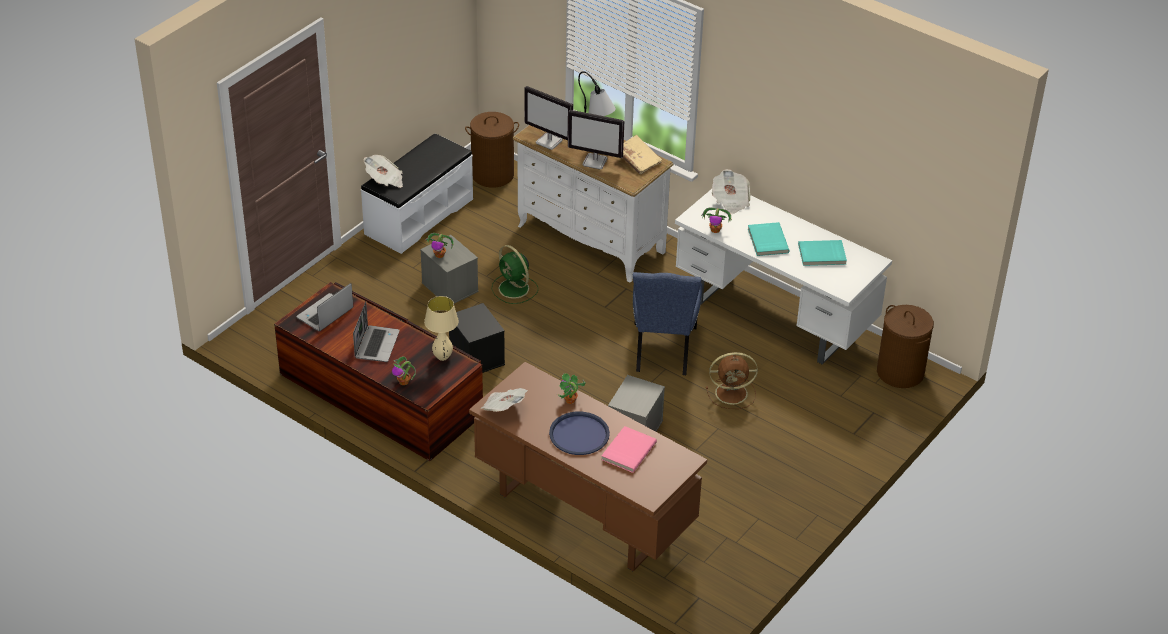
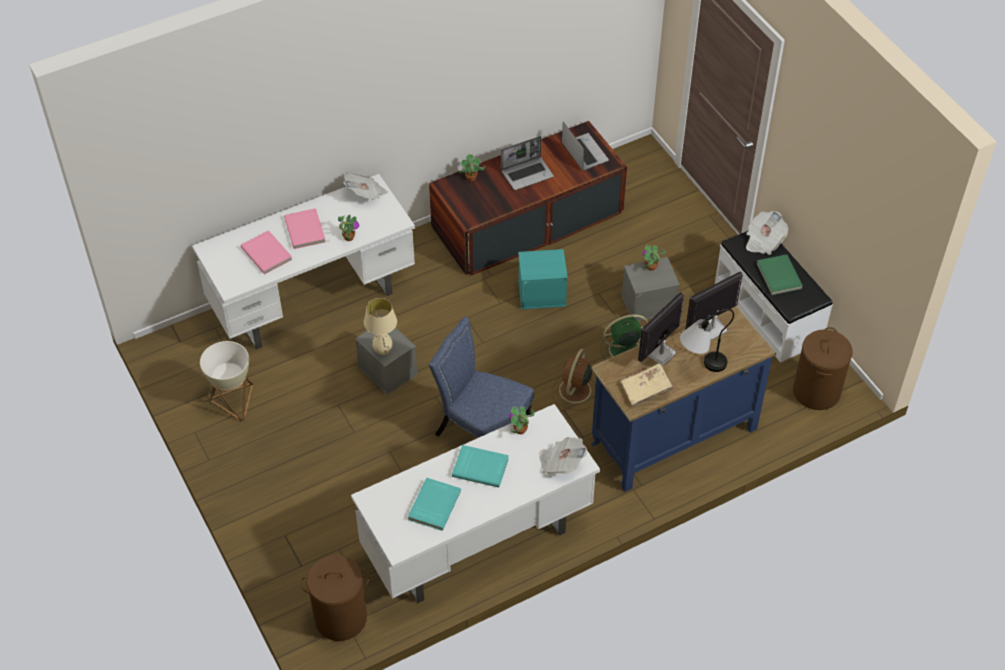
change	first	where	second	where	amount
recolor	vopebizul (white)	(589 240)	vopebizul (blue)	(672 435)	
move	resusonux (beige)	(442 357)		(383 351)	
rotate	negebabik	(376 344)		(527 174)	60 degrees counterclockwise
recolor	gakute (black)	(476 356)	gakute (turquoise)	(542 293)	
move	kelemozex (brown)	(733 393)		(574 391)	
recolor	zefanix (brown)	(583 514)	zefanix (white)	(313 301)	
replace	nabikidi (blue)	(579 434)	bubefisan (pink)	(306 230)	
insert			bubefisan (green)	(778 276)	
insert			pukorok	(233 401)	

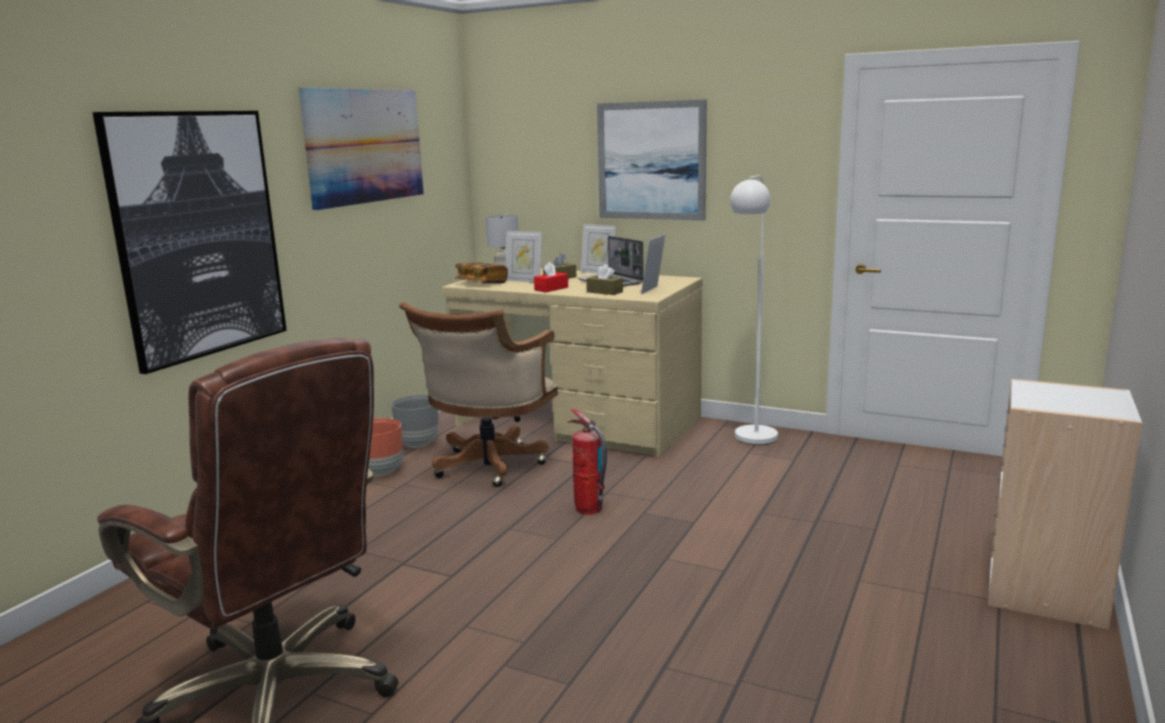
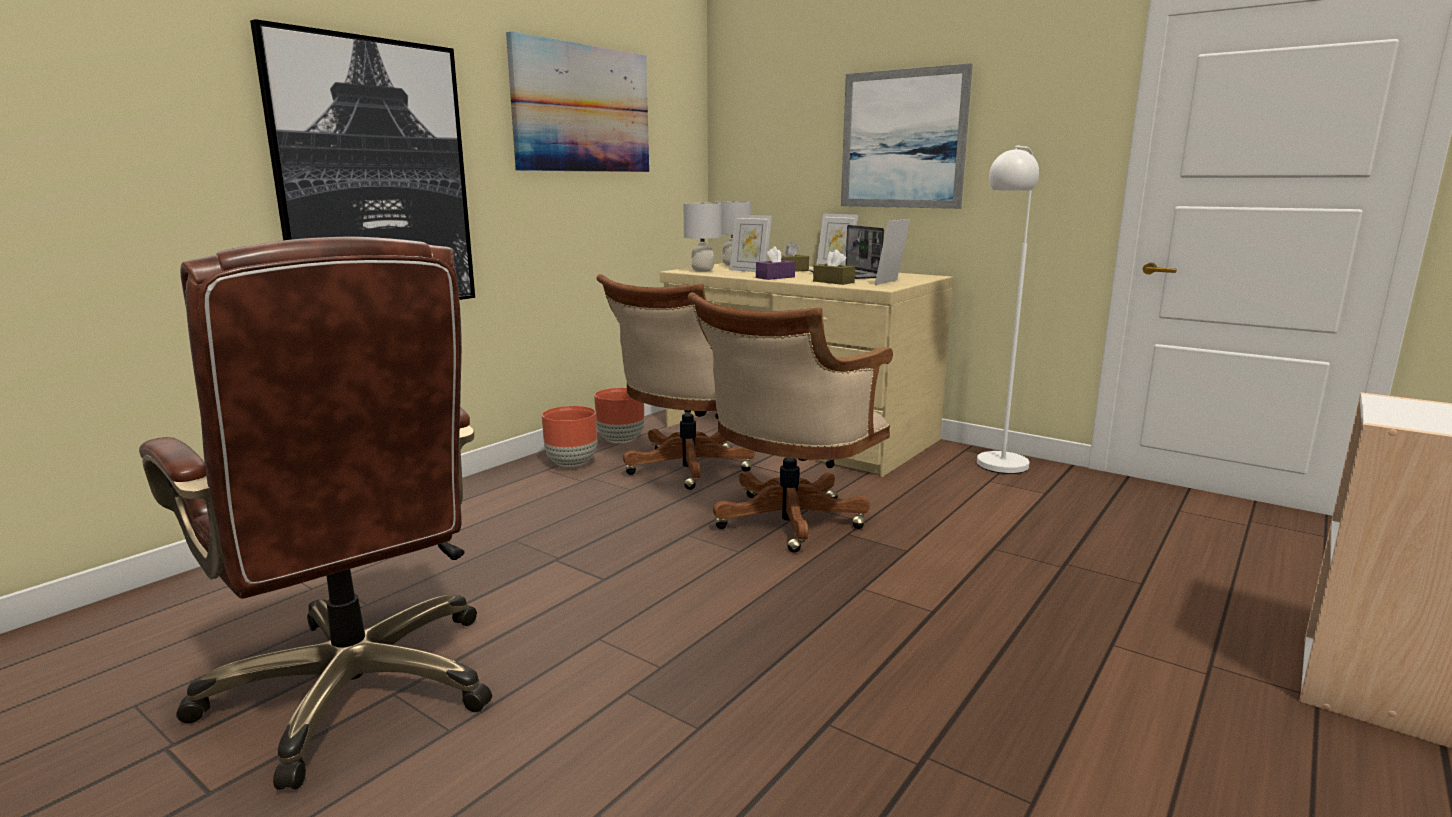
change	first	where	second	where	amount
replace	bubefisan	(481 284)	resusonux (grey)	(702 271)	
recolor	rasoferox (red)	(551 289)	rasoferox (purple)	(775 277)	
recolor	pukorok (grey)	(417 444)	pukorok (brown)	(620 440)	
replace	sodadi	(588 509)	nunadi	(785 523)	

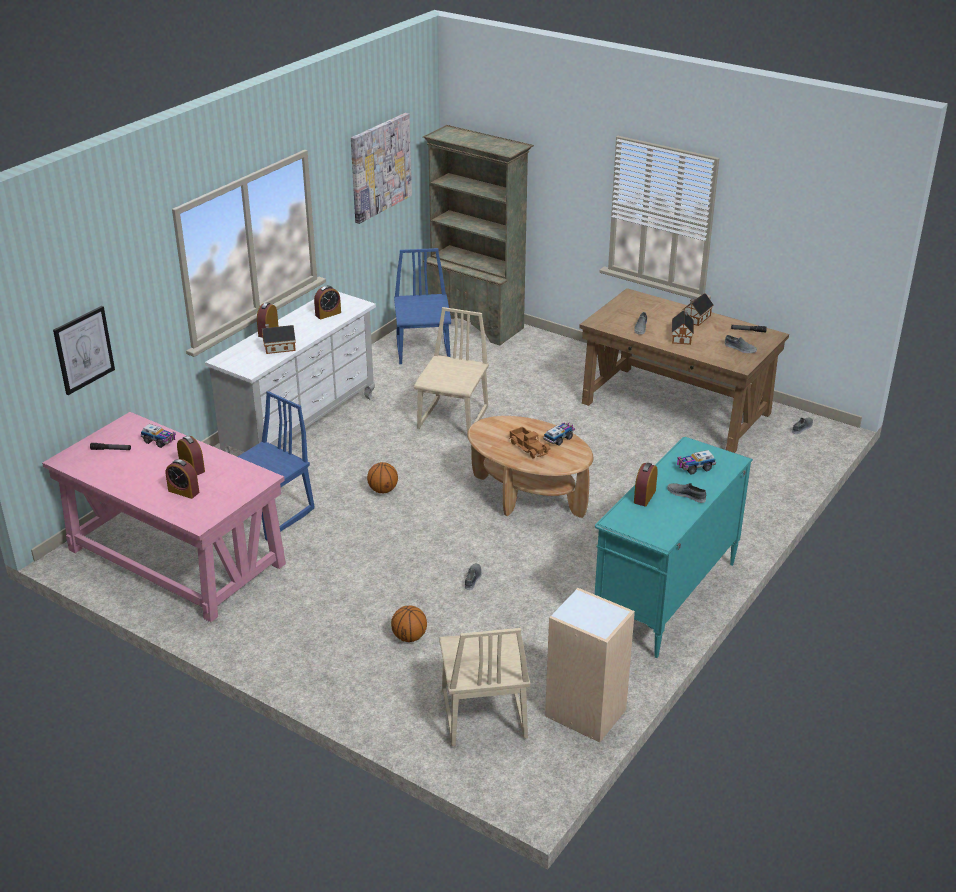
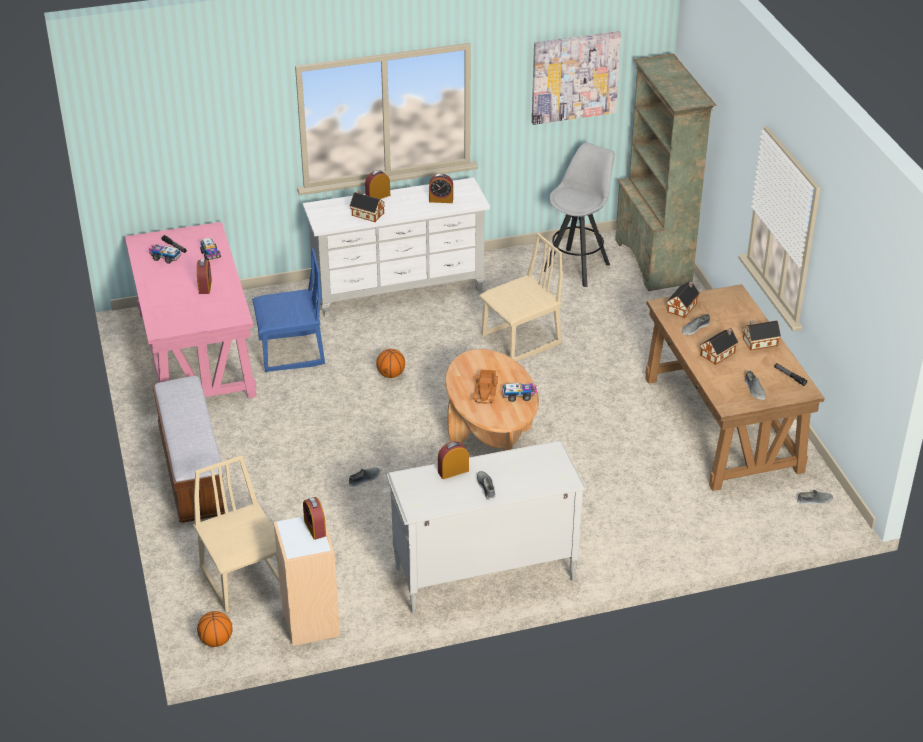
change	first	where	second	where	amount
replace	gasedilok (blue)	(424 350)	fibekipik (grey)	(578 266)	
delete	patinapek	(83 350)			
recolor	vopebizul (turquoise)	(665 597)	vopebizul (white)	(483 574)	
move	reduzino	(695 467)		(165 257)	
move	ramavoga	(183 491)		(315 528)	
move	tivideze	(409 637)		(216 641)	
rotate	gasedilok (beige)	(482 714)		(244 579)	120 degrees clockwise
insert			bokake	(683 307)	
insert			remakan	(192 470)	

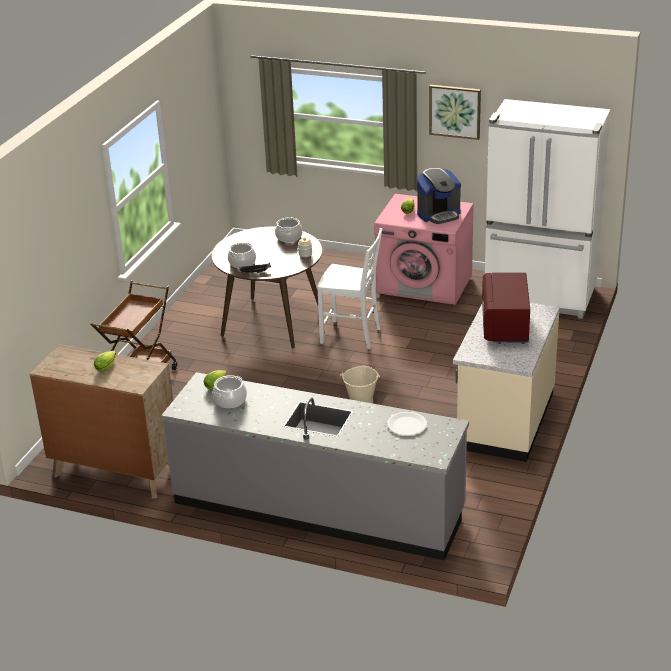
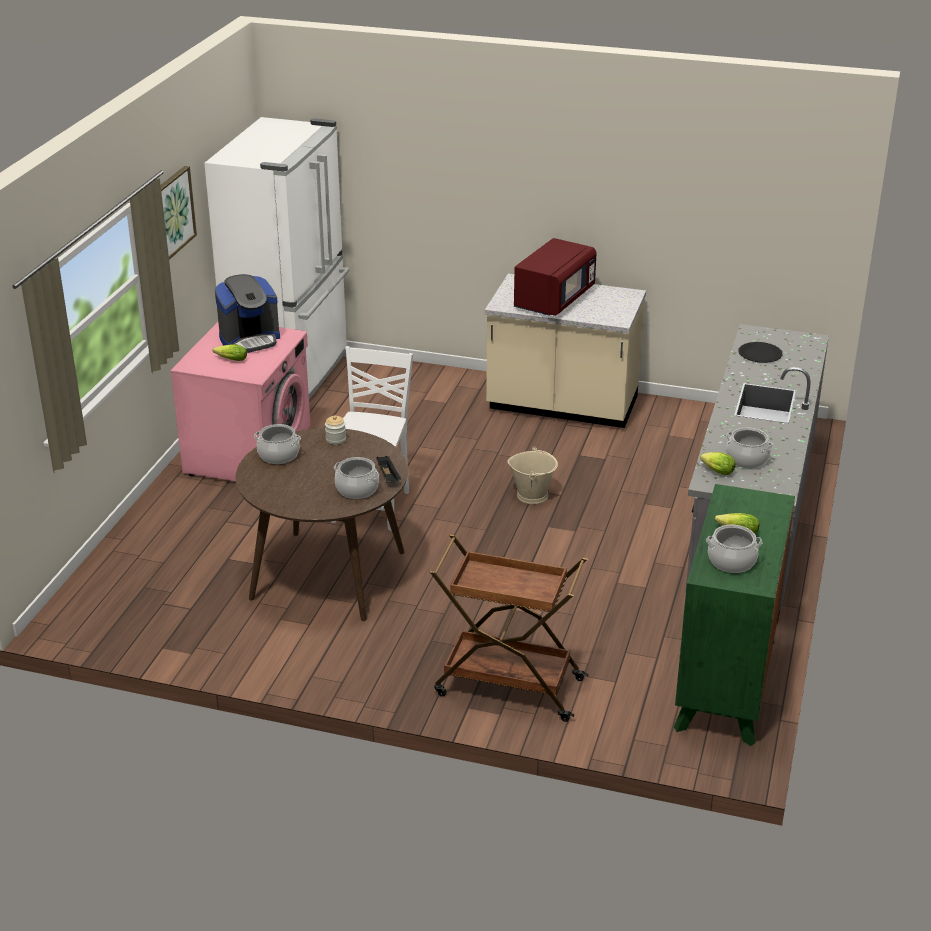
change	first	where	second	where	amount
rotate	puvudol	(439 214)		(250 339)	90 degrees clockwise
rotate	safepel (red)	(505 326)		(553 300)	60 degrees counterclockwise
recolor	vopebizul (brown)	(115 471)	vopebizul (green)	(726 684)	
recolor	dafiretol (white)	(407 425)	dafiretol (black)	(760 354)	
insert			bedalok	(731 561)	

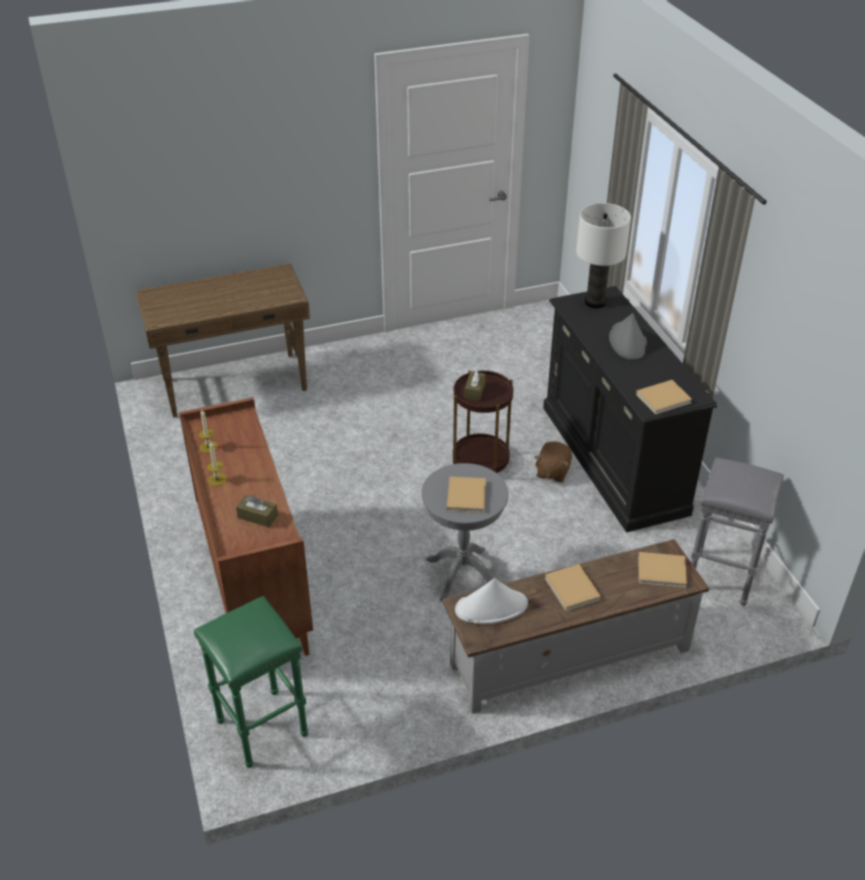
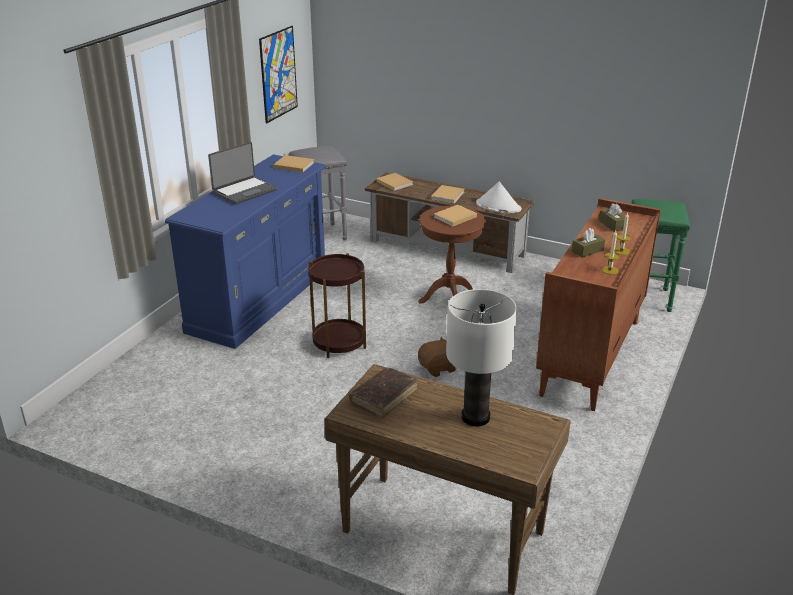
change	first	where	second	where	amount
move	resusonux (white)	(595 302)		(475 417)	
recolor	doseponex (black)	(613 459)	doseponex (blue)	(260 299)	
replace	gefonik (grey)	(628 342)	negebabik	(244 191)	
move	rasoferox (brown)	(474 391)		(587 251)	
move	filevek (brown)	(552 472)		(438 368)	
recolor	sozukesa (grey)	(462 574)	sozukesa (brown)	(449 298)	
insert			patinapek	(278 74)	
insert			bubefisan (brown)	(384 397)	

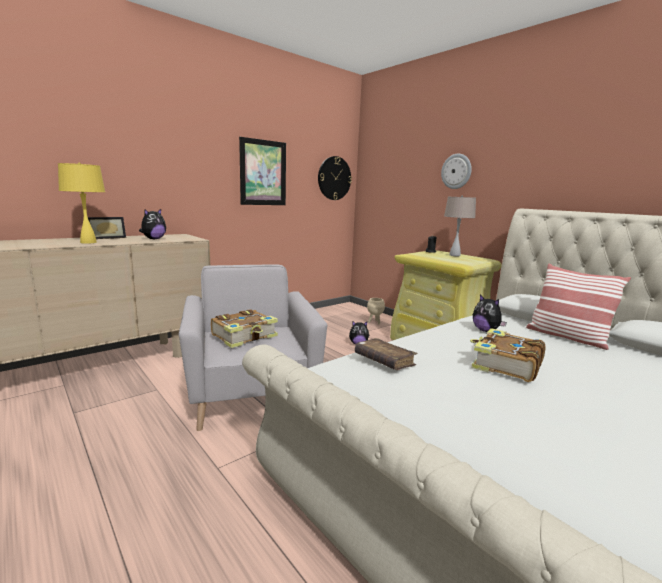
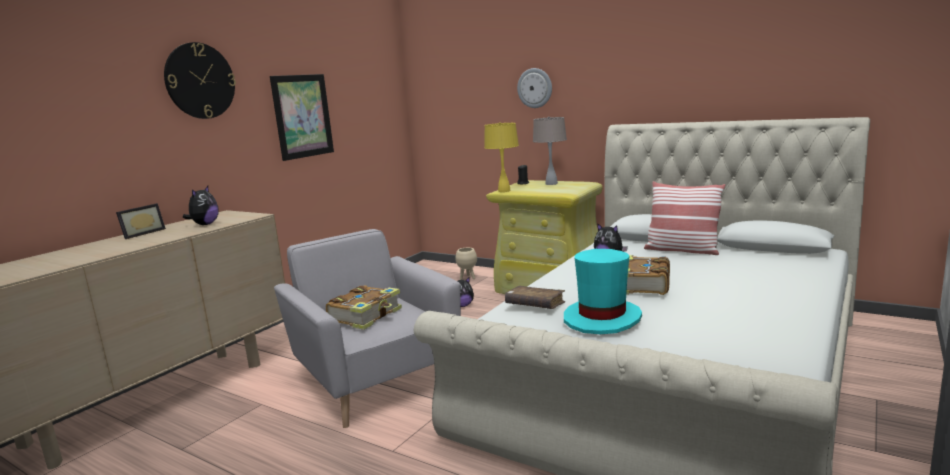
change	first	where	second	where	amount
move	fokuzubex	(334 178)		(200 81)	
move	resusonux (yellow)	(89 242)		(504 191)	
insert			gefonik (turquoise)	(602 318)	

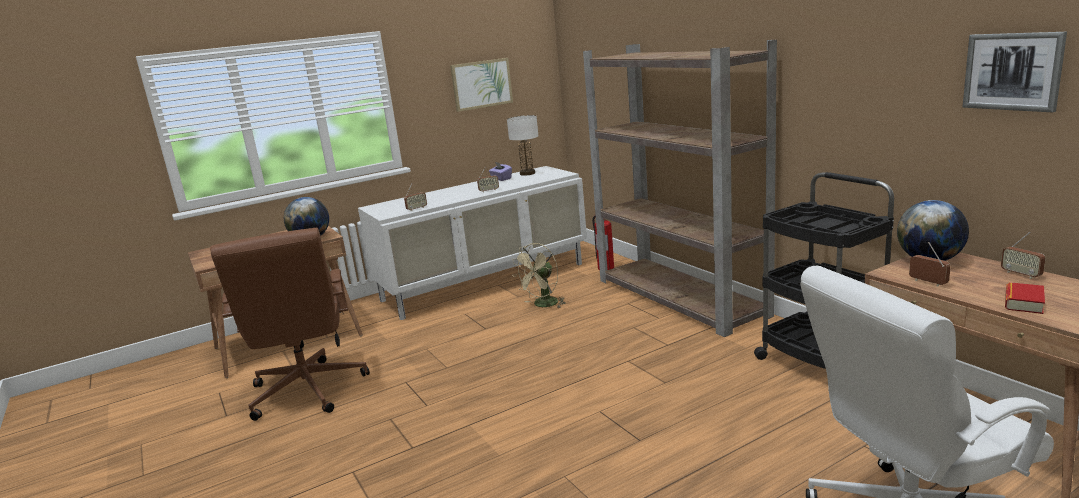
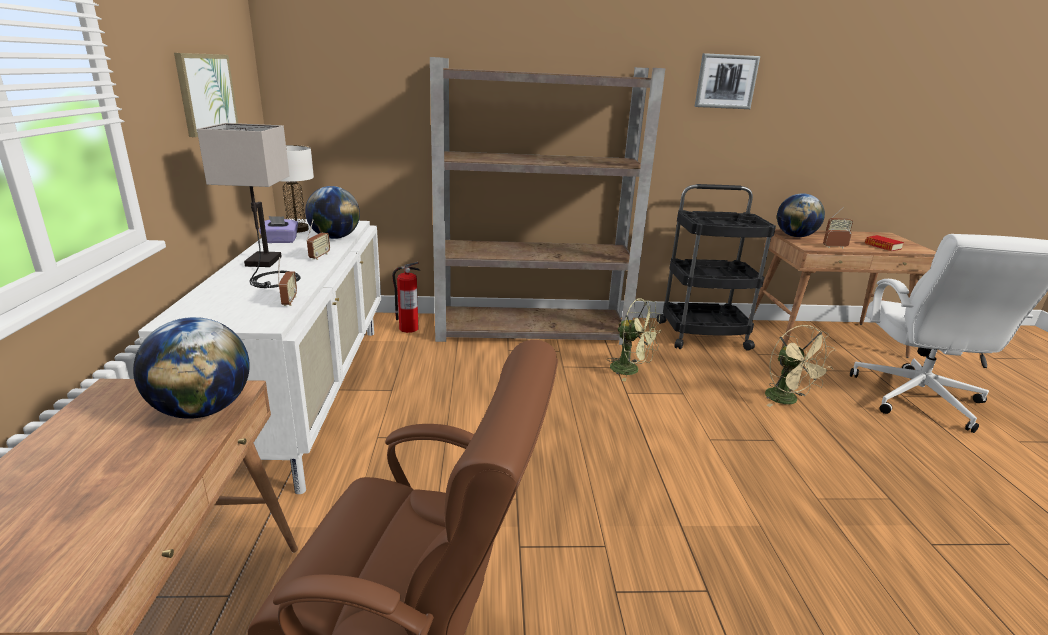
change	first	where	second	where	amount
move	patinapek	(1012 71)		(726 81)	
move	kelemozex (beige)	(543 305)		(787 400)	
insert			resusonux	(266 269)	
insert			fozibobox	(334 237)	
insert			kelemozex (green)	(631 370)	

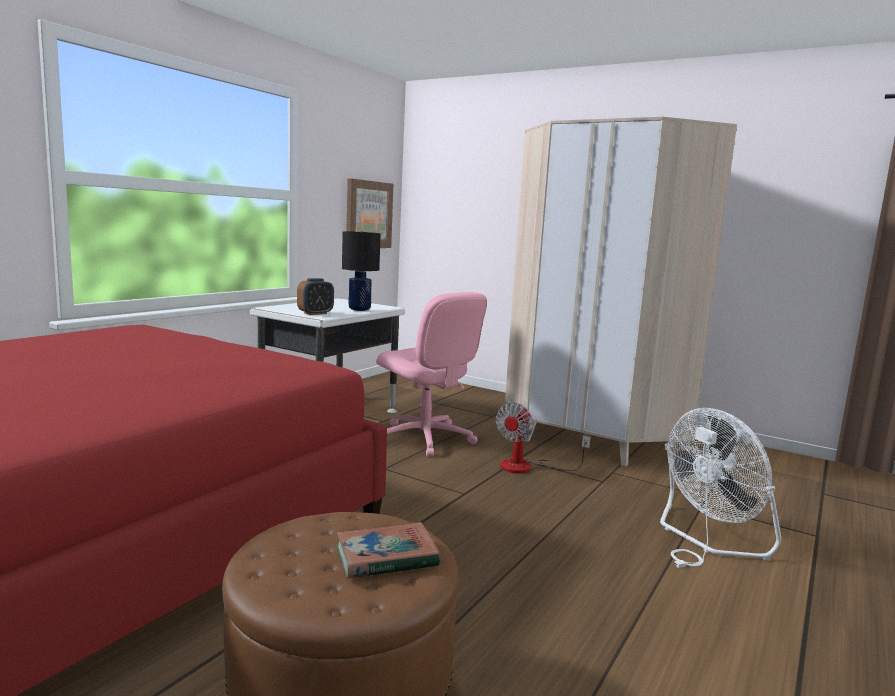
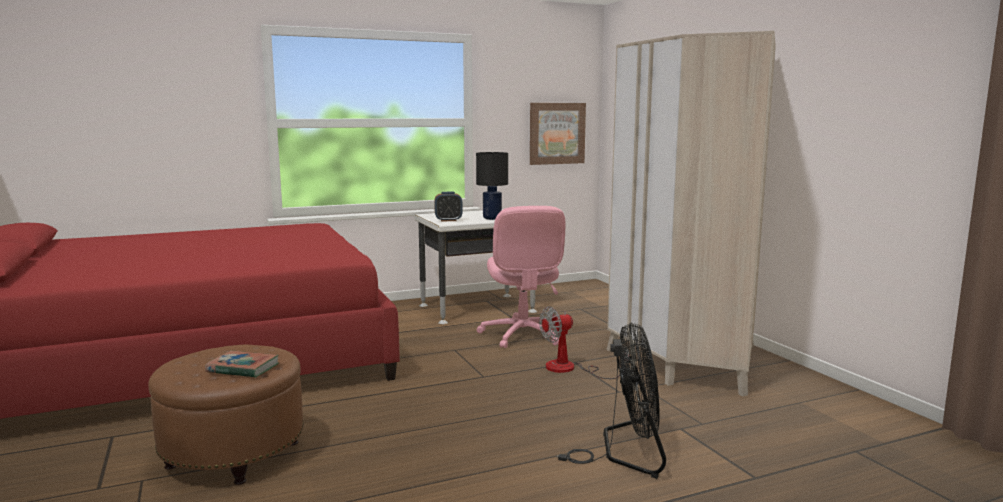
change	first	where	second	where	amount
recolor	kelemozex (white)	(701 538)	kelemozex (black)	(624 449)	

